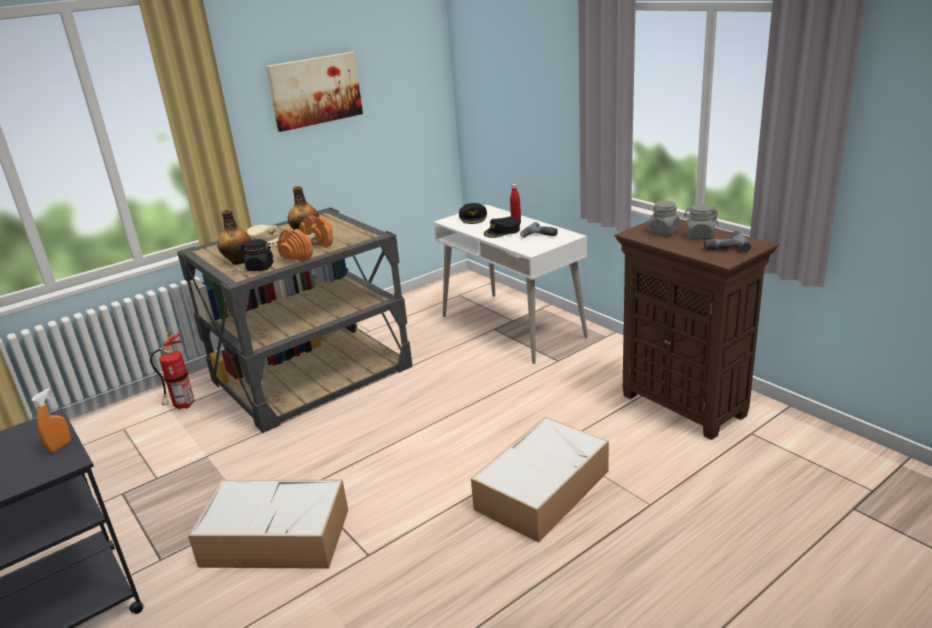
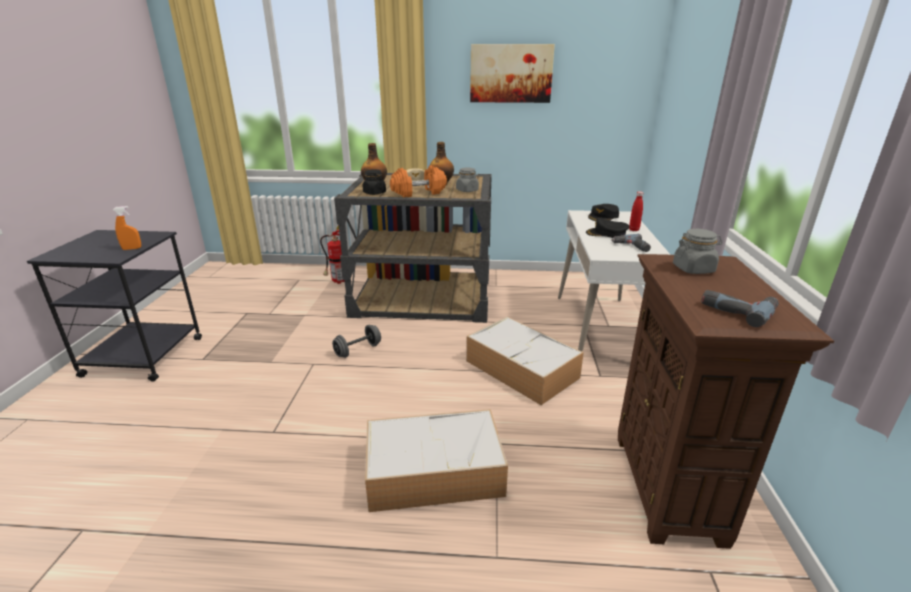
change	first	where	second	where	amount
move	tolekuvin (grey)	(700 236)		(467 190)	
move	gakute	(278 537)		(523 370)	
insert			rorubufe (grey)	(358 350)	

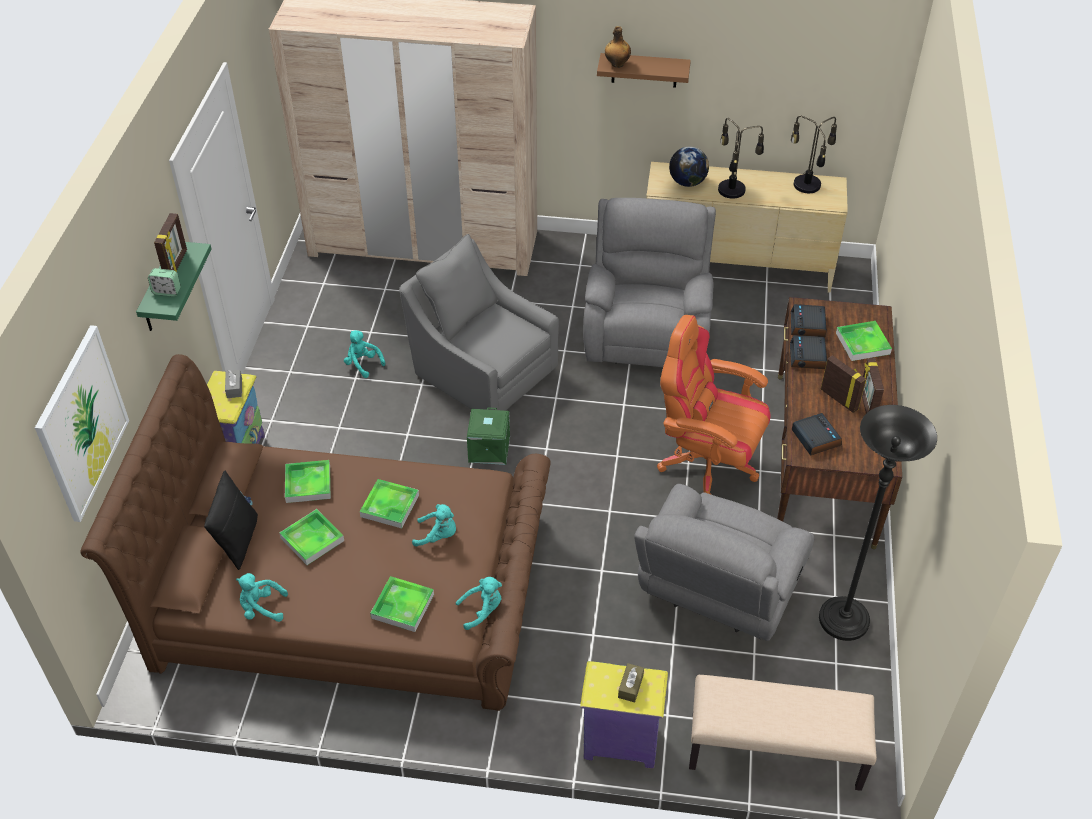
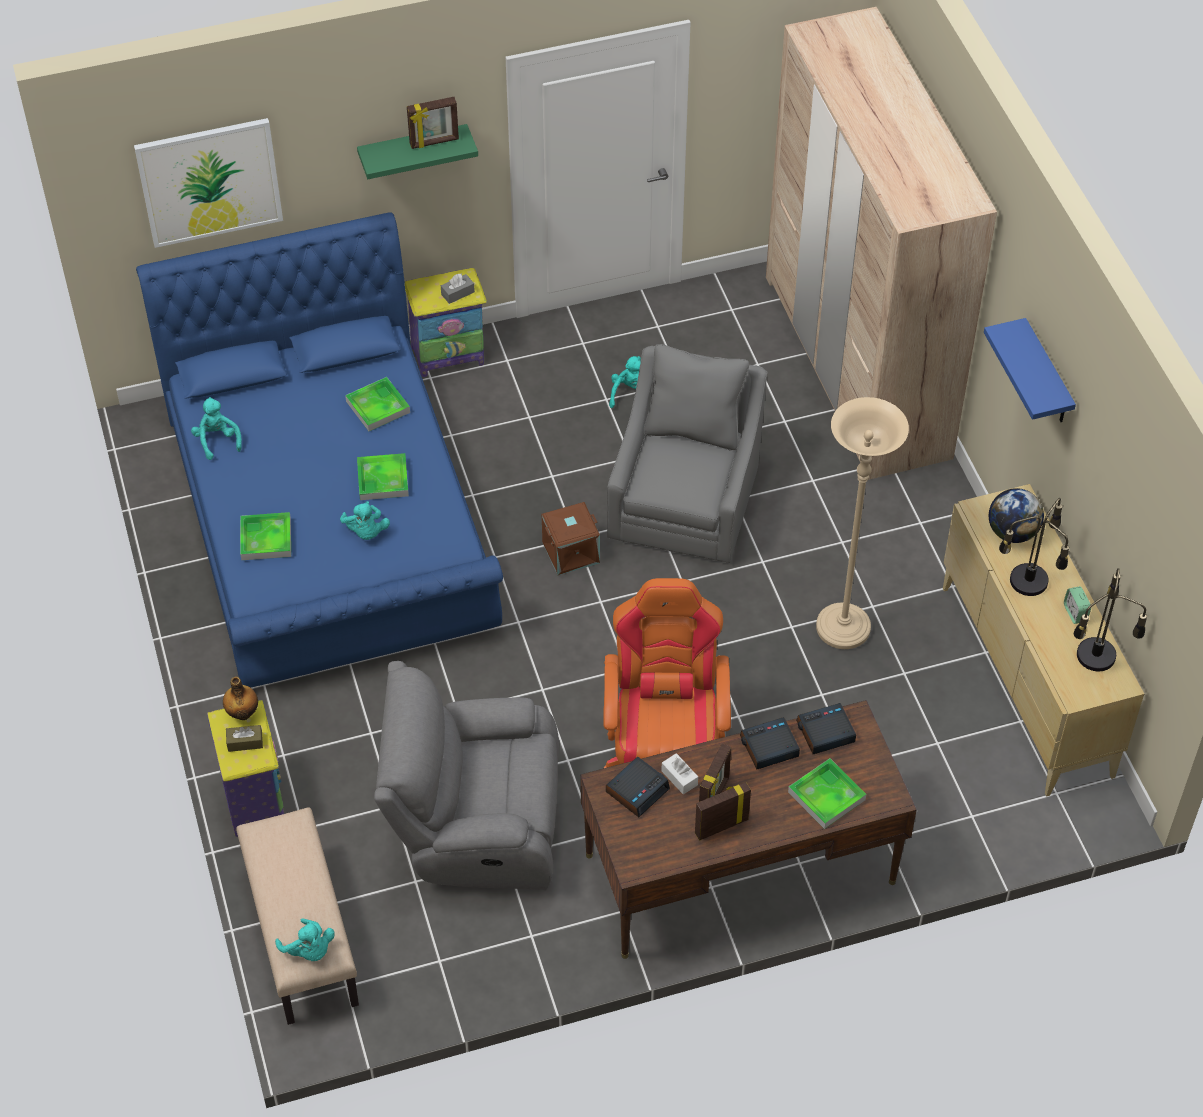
change	first	where	second	where	amount
move	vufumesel	(617 64)		(243 713)	
recolor	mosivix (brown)	(644 70)	mosivix (blue)	(1047 375)	
replace	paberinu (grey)	(646 332)	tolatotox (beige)	(843 628)	
move	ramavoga	(167 291)		(1075 613)	
recolor	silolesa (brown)	(349 589)	silolesa (blue)	(329 516)	
delete	tolatotox (black)	(843 621)			
recolor	gakute (green)	(488 449)	gakute (brown)	(571 551)	
delete	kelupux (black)	(238 541)			
delete	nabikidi	(312 539)			
move	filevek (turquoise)	(483 610)		(309 950)	
insert			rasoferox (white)	(679 778)	

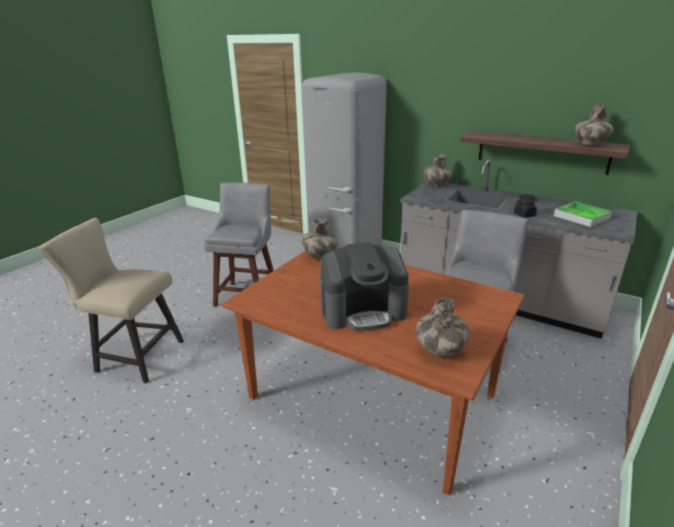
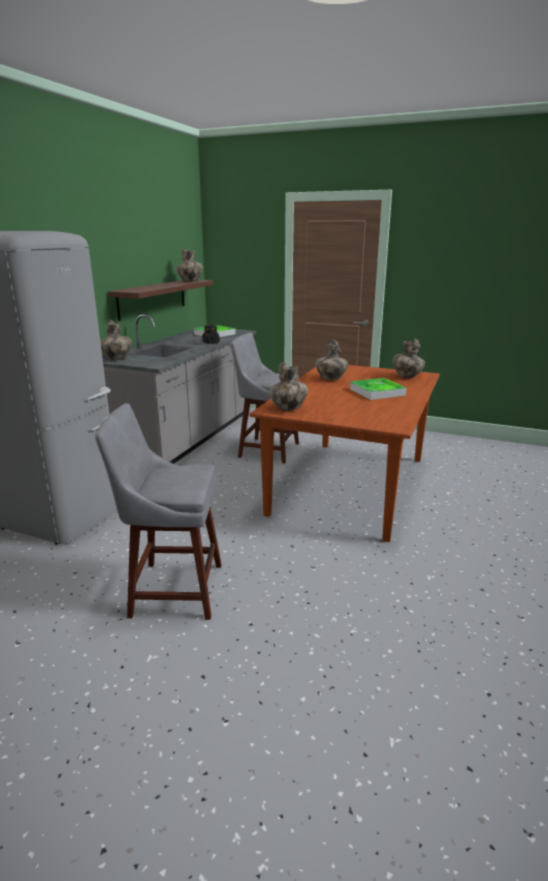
change	first	where	second	where	amount
delete	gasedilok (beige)	(134 356)			
replace	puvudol	(363 311)	nabikidi	(377 392)	
insert			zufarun	(330 379)	

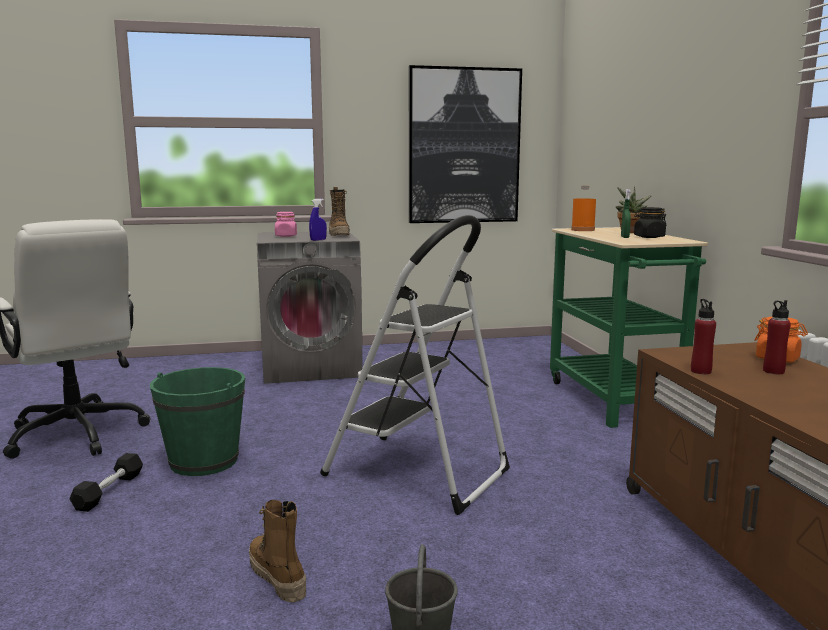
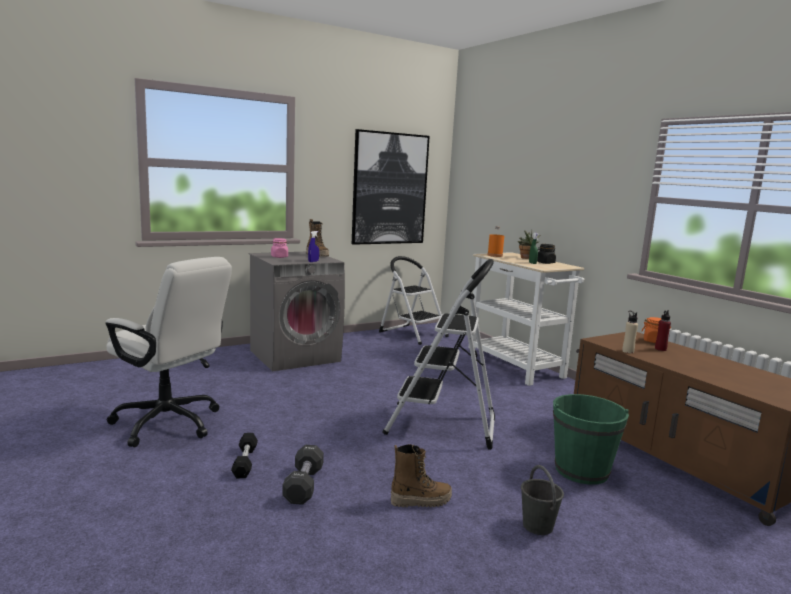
change	first	where	second	where	amount
recolor	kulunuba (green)	(613 401)	kulunuba (white)	(516 367)	
recolor	vufumesel (red)	(700 371)	vufumesel (beige)	(628 351)	
move	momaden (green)	(204 461)		(581 470)	
rotate	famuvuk	(277 577)		(420 501)	135 degrees clockwise
insert			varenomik	(412 334)	
insert			rorubufe (black)	(303 485)	

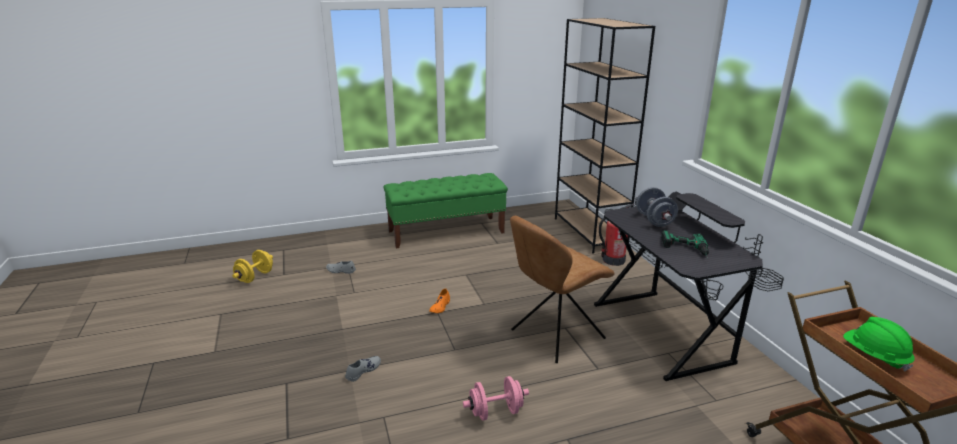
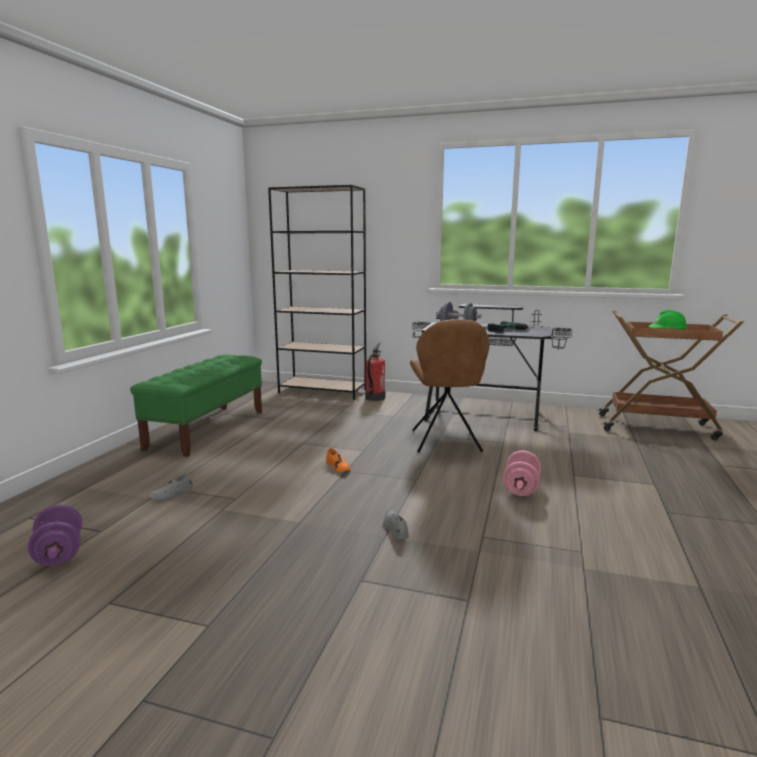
change	first	where	second	where	amount
recolor	rorubufe (yellow)	(255 277)	rorubufe (purple)	(59 553)	

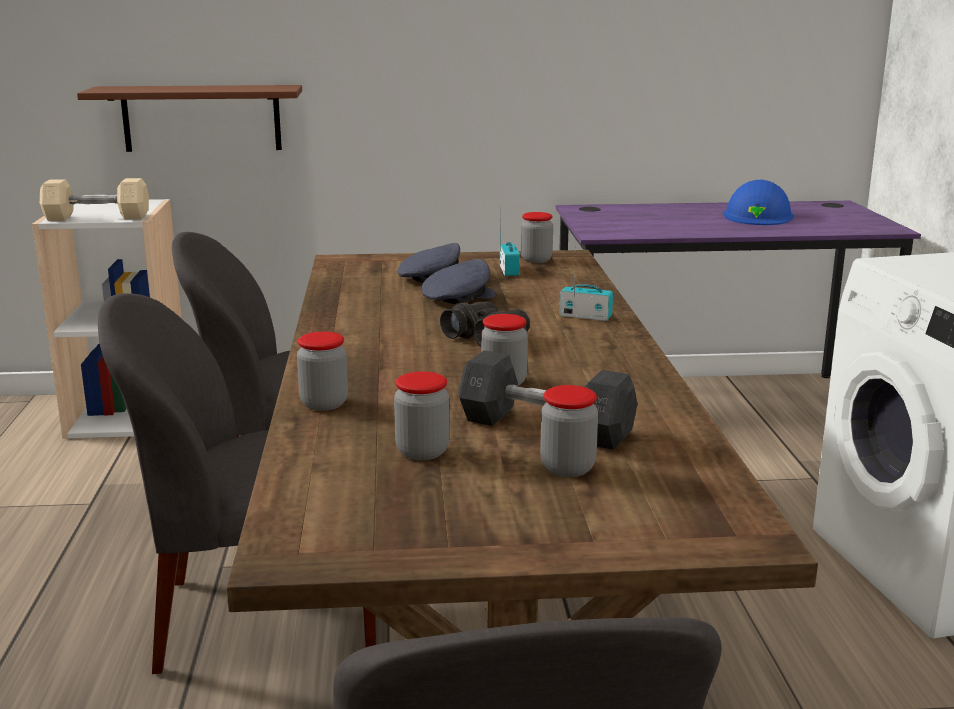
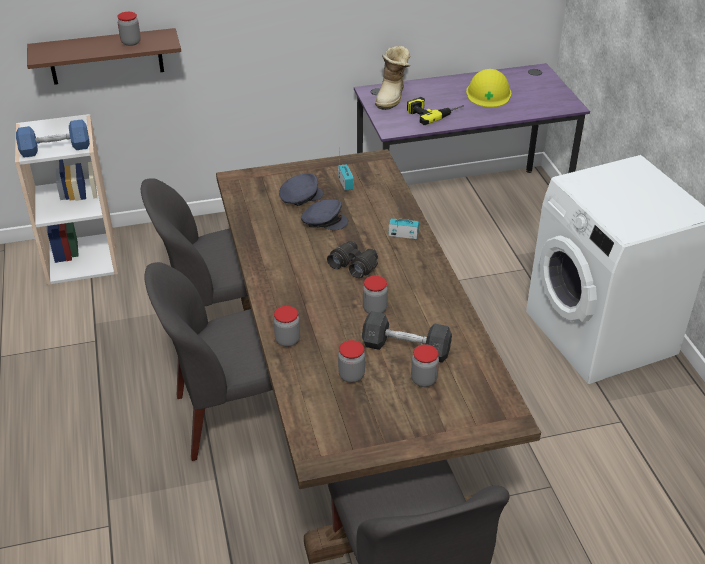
change	first	where	second	where	amount
recolor	rorubufe (beige)	(97 217)	rorubufe (blue)	(55 149)	
recolor	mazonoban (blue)	(758 216)	mazonoban (yellow)	(488 93)	
move	tolekuvin	(536 260)		(131 42)	
rotate	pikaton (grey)	(457 298)		(324 221)	60 degrees clockwise
insert			famuvuk	(392 97)	
insert			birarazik	(433 112)	

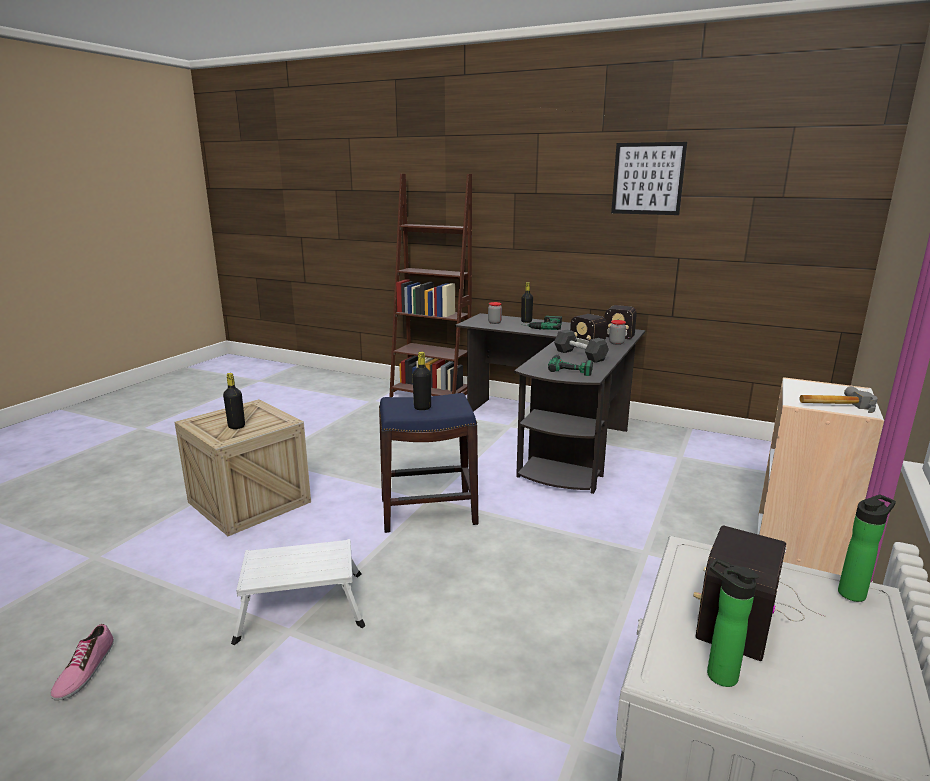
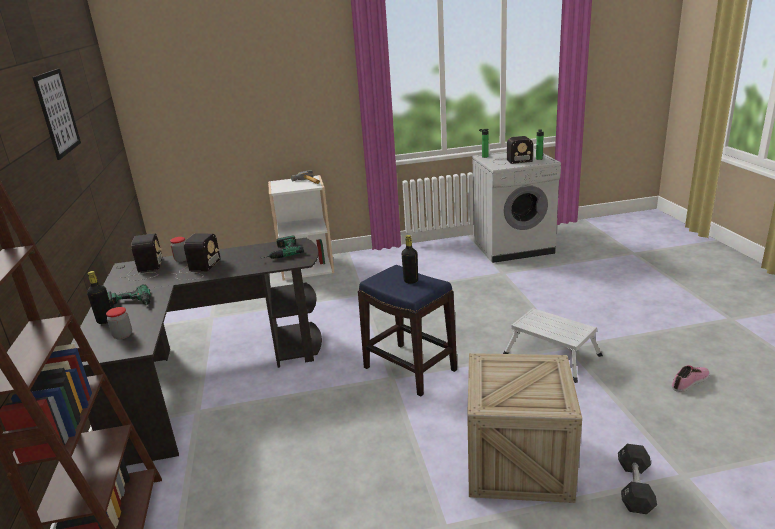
change	first	where	second	where	amount
move	rorubufe (black)	(580 355)		(635 487)	
delete	vufumesel (black)	(236 426)			

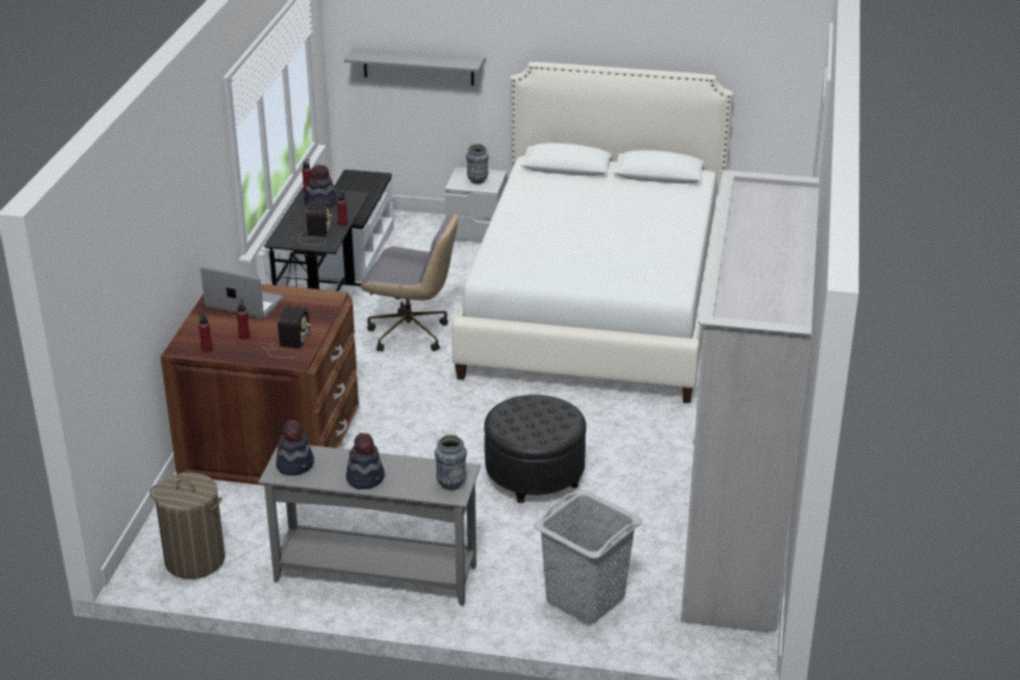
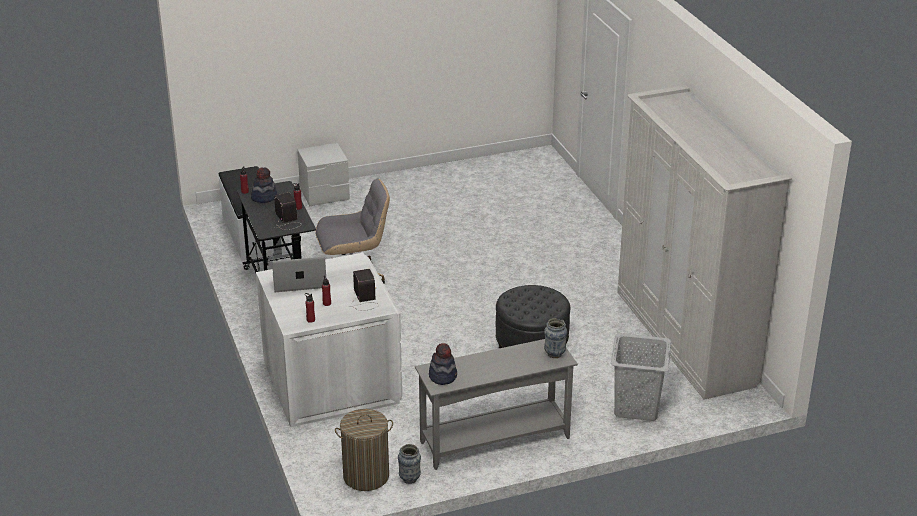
change	first	where	second	where	amount
delete	mosivix (grey)	(418 66)			
delete	silolesa (white)	(596 306)			
move	zufarun	(477 181)		(409 479)	
recolor	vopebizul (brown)	(271 439)	vopebizul (white)	(332 381)	
delete	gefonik	(366 478)			

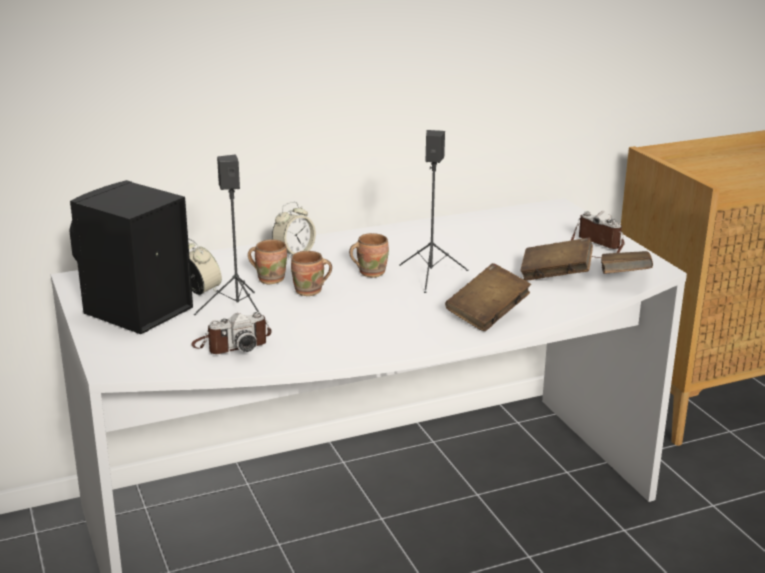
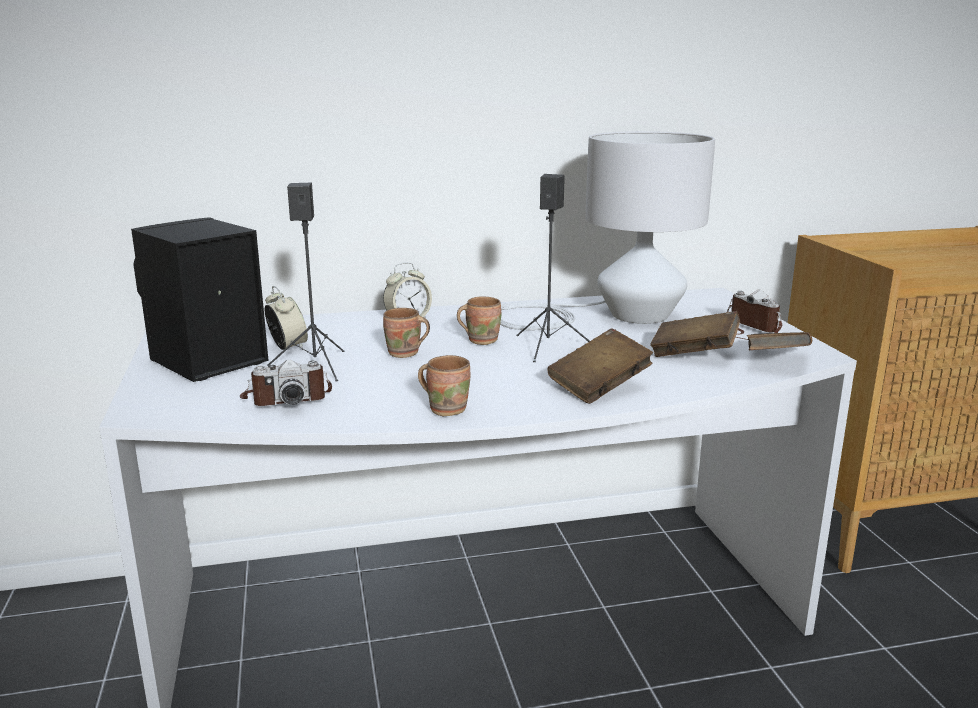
change	first	where	second	where	amount
move	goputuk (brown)	(270 278)		(447 408)	
insert			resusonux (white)	(597 315)	

